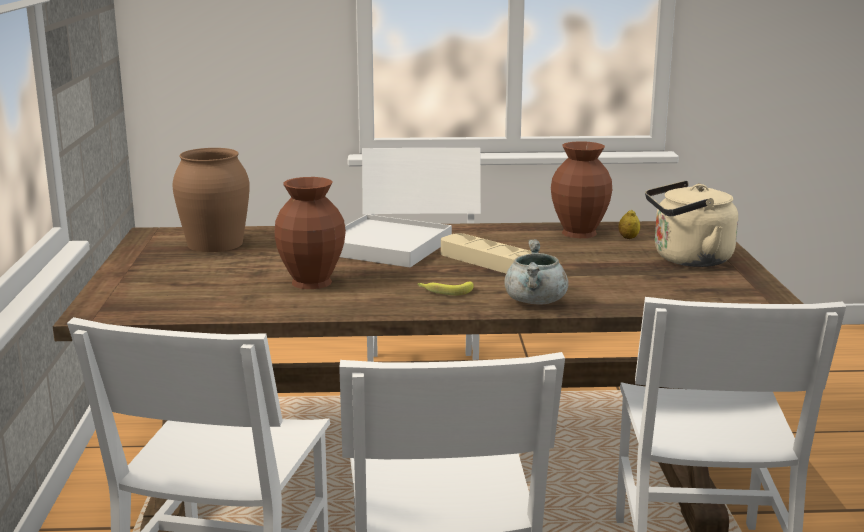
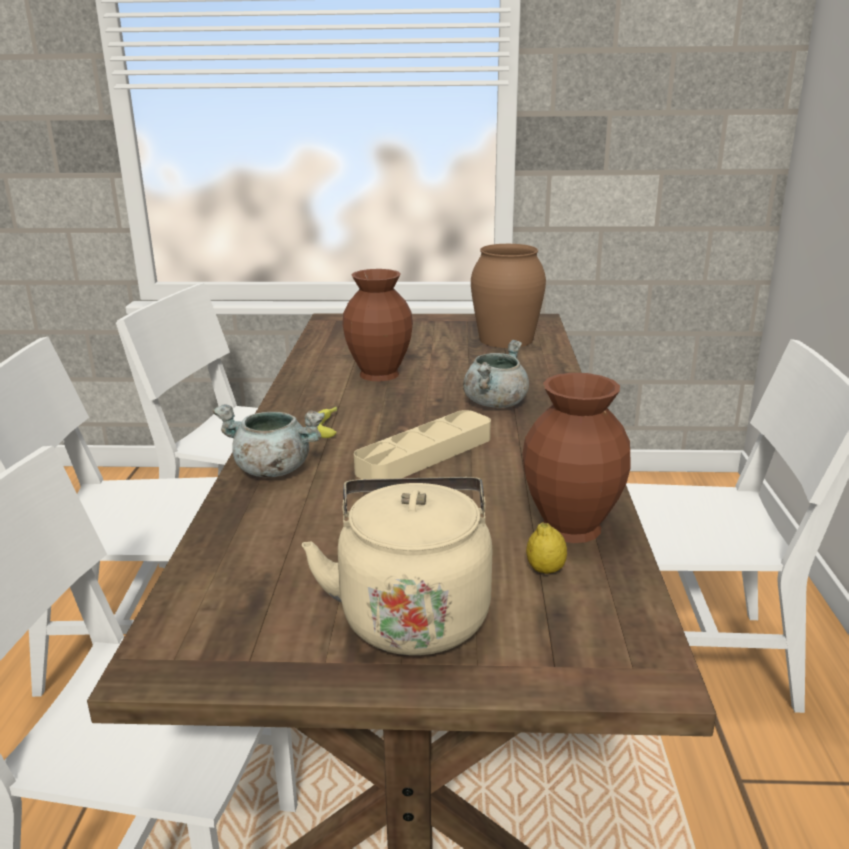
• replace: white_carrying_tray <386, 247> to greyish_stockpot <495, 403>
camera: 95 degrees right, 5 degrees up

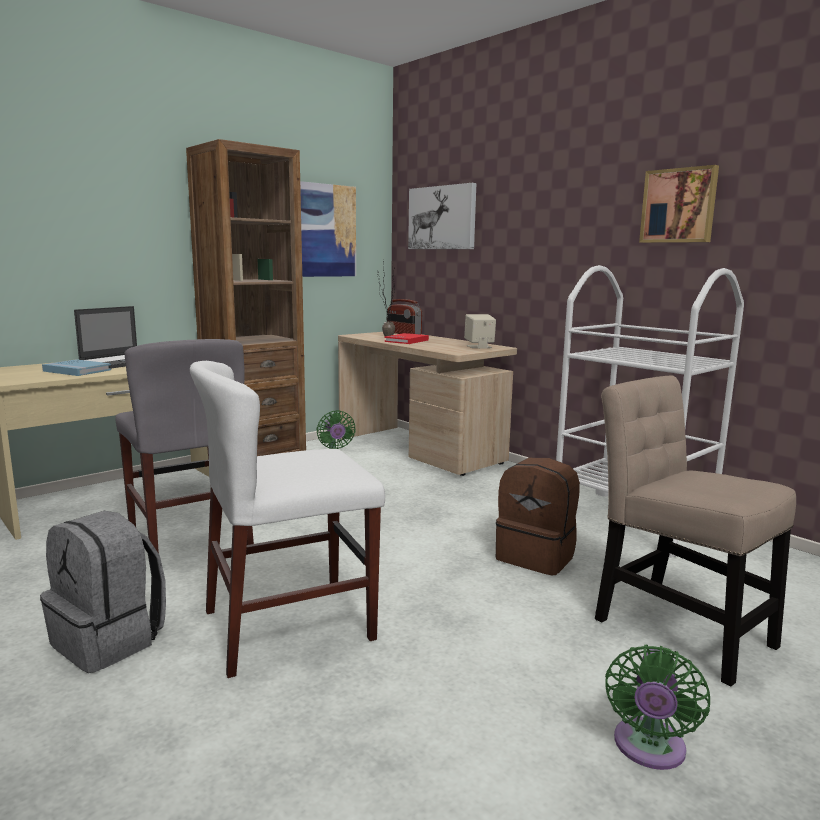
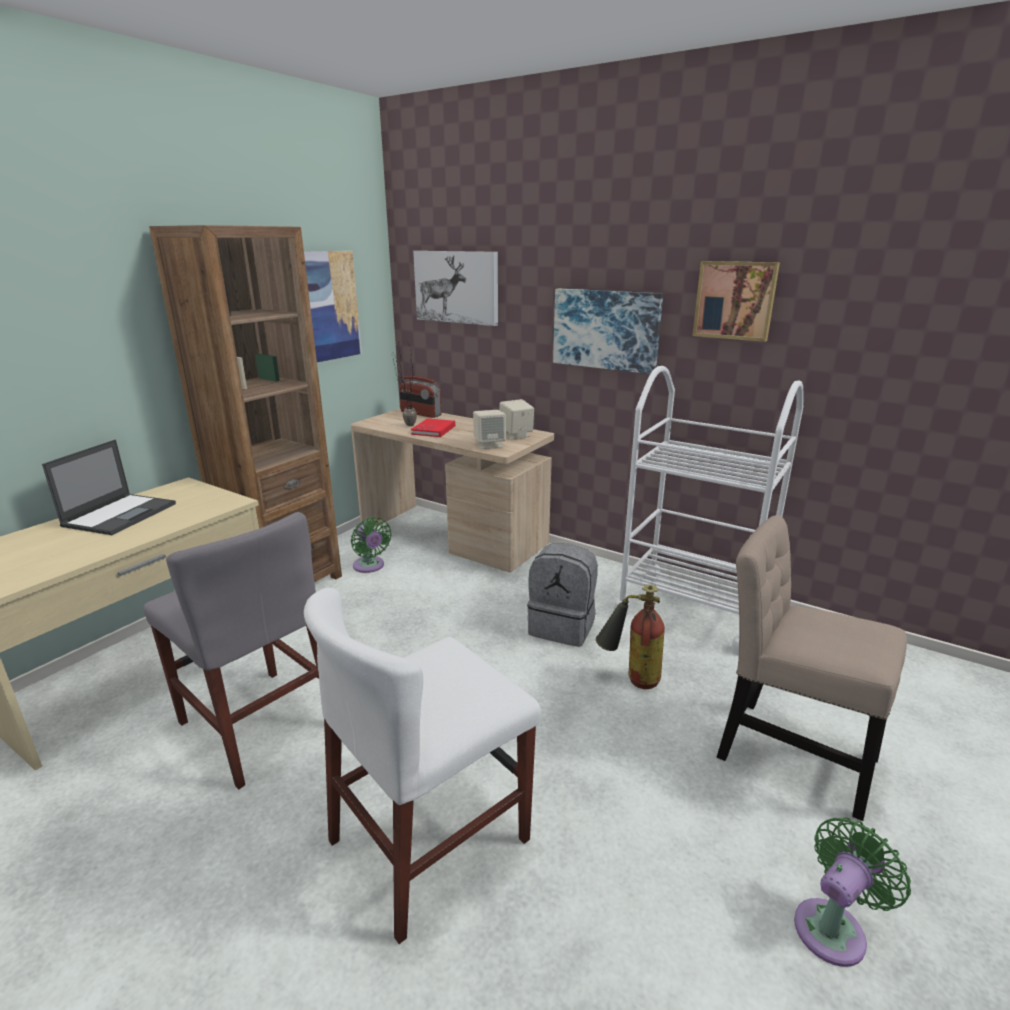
• delete: blue-coloured_bound_book <77, 370>
• replace: brownish_knapsack <537, 557> to fire_extinguisher <630, 679>
• move: greyish_knapsack <110, 640> to <562, 627>
• rotate: green-coloured_cooling_fan <648, 749> = <833, 927> 135 degrees counterclockwise
• insert: wall_art <606, 329>
• insert: sand-coloured_audio_speaker <489, 445>
camera: 15 degrees left, 10 degrees up

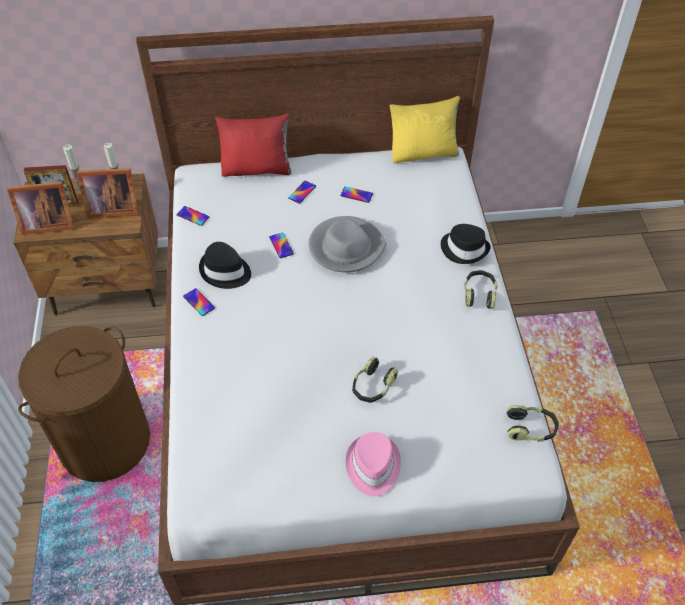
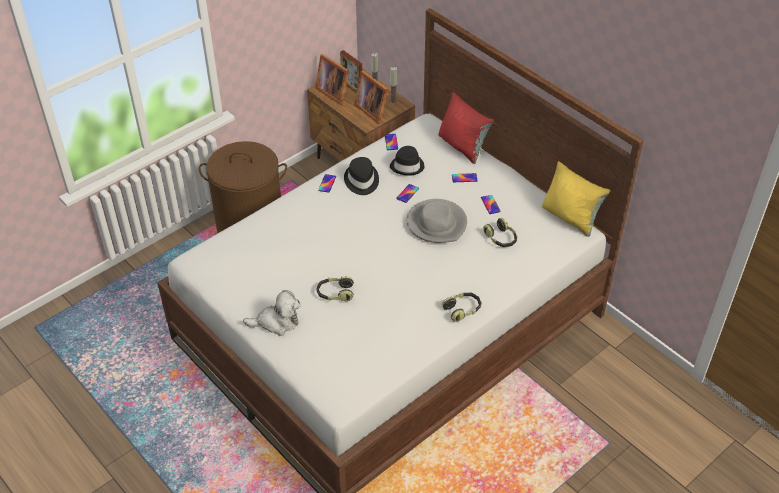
• move: blackish_wearable_hat <464, 249> to <407, 166>
• move: pair_of_headphones <530, 428> to <500, 238>
• replace: pink_wearable_hat <372, 466> to plush_toy <277, 322>
camera: 55 degrees right, 5 degrees down

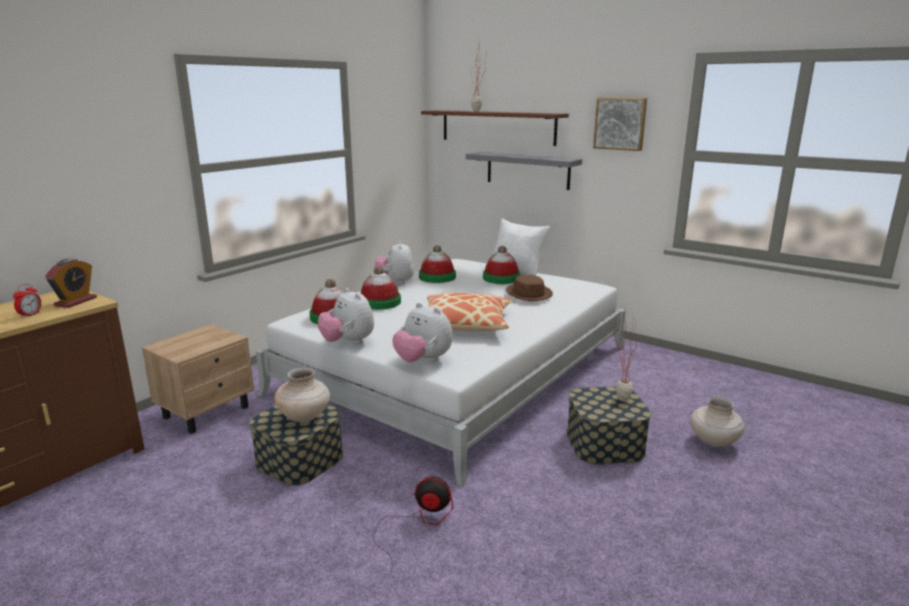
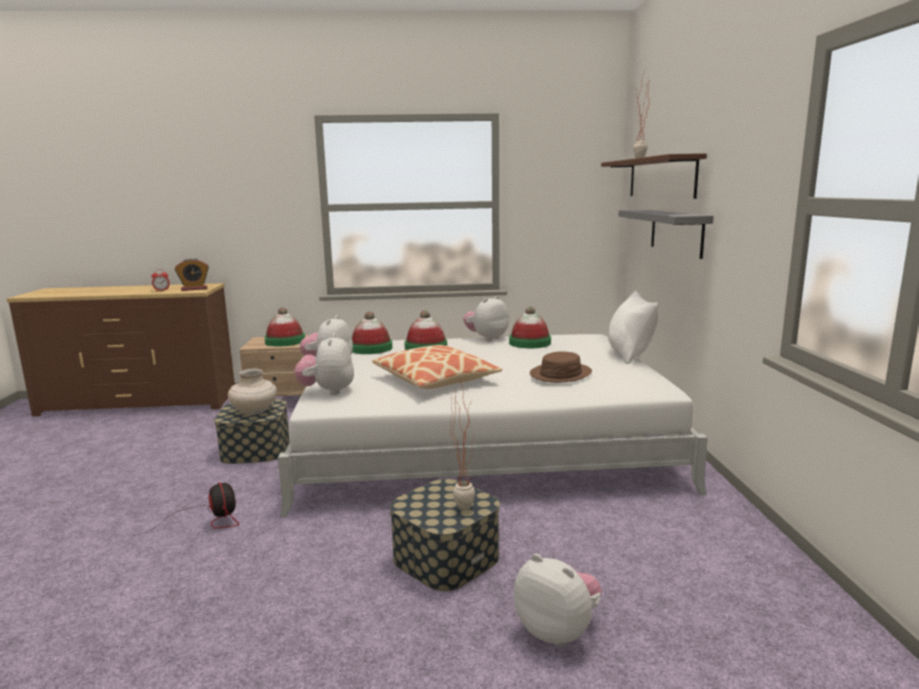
• delete: wall_art <620, 123>
• move: wearable_hat <501, 278> to <285, 341>
• replace: sand-coloured_flower_vase <714, 442> to plush_toy <557, 630>
camera: 50 degrees right, 5 degrees down

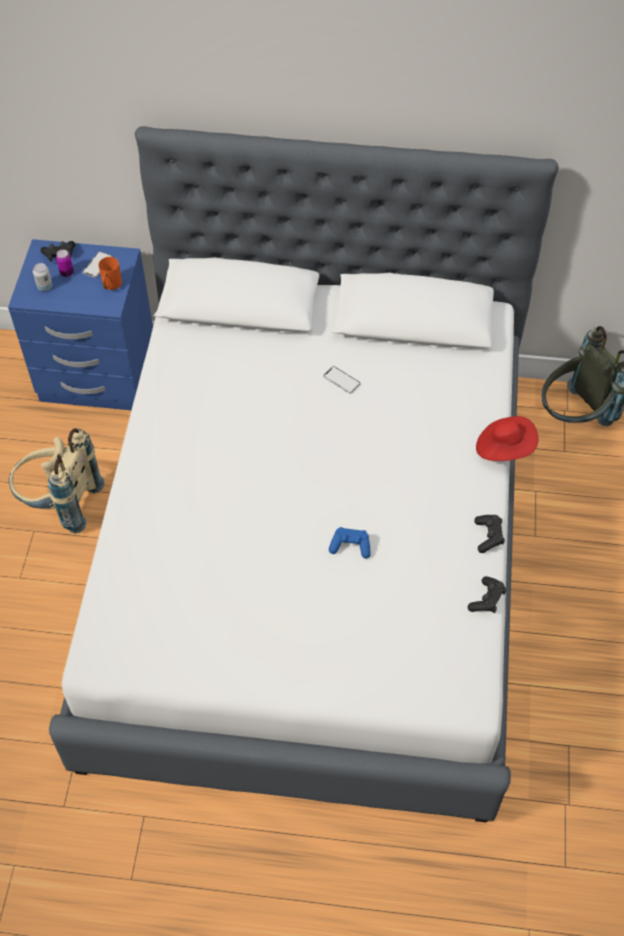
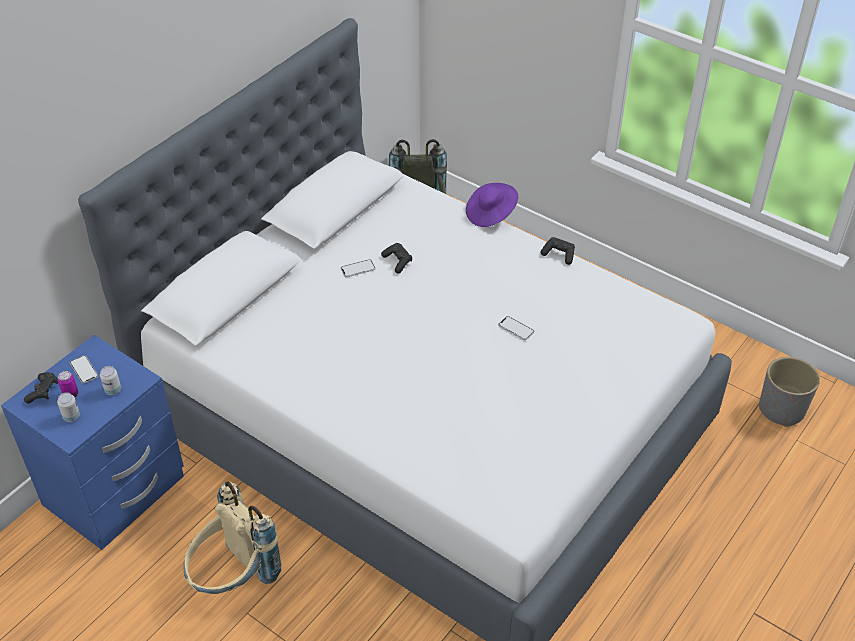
• delete: orange-coloured_mug <111, 286>
• recolor: reddish_wearable_hat <504, 448> to purple_wearable_hat <490, 214>
• replace: blue-coloured_game_controller <350, 546> to telephone <516, 328>
• move: blackish_game_controller <487, 600> to <397, 262>
• insert: greyish_planter <782, 409>
• insert: sealed_can <113, 390>
camera: 60 degrees left, 10 degrees down

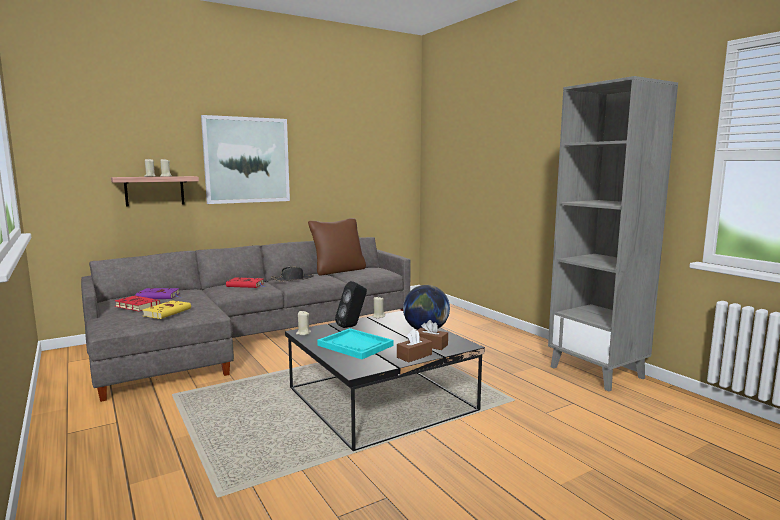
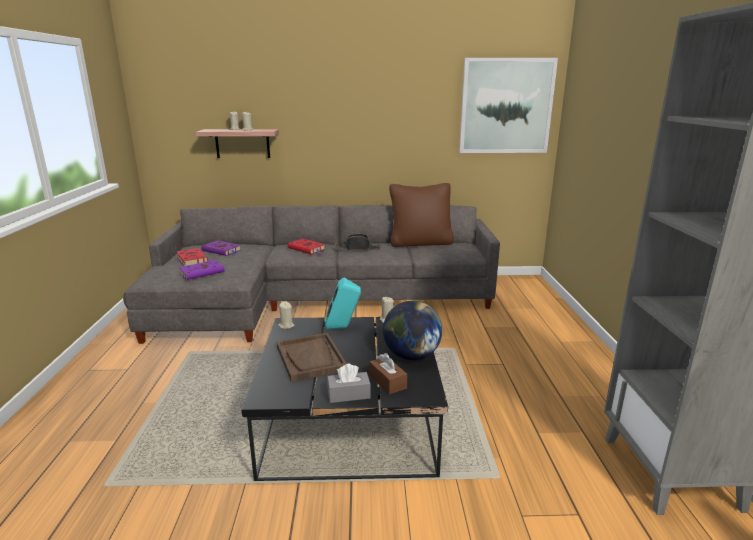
• move: wall_art <247, 160> to <506, 106>
• recolor: blackish_audio_speaker <352, 326> to turquoise-coloured_audio_speaker <343, 328>
• recolor: yellow_bound_book <168, 312> to purple_bound_book <203, 272>
• recolor: turquoise-coloured_carrying_tray <355, 345> to brownish_carrying_tray <310, 358>
• recolor: brownish_tissue_box <414, 356> to greyish_tissue_box <348, 394>
camera: 30 degrees right, 10 degrees up

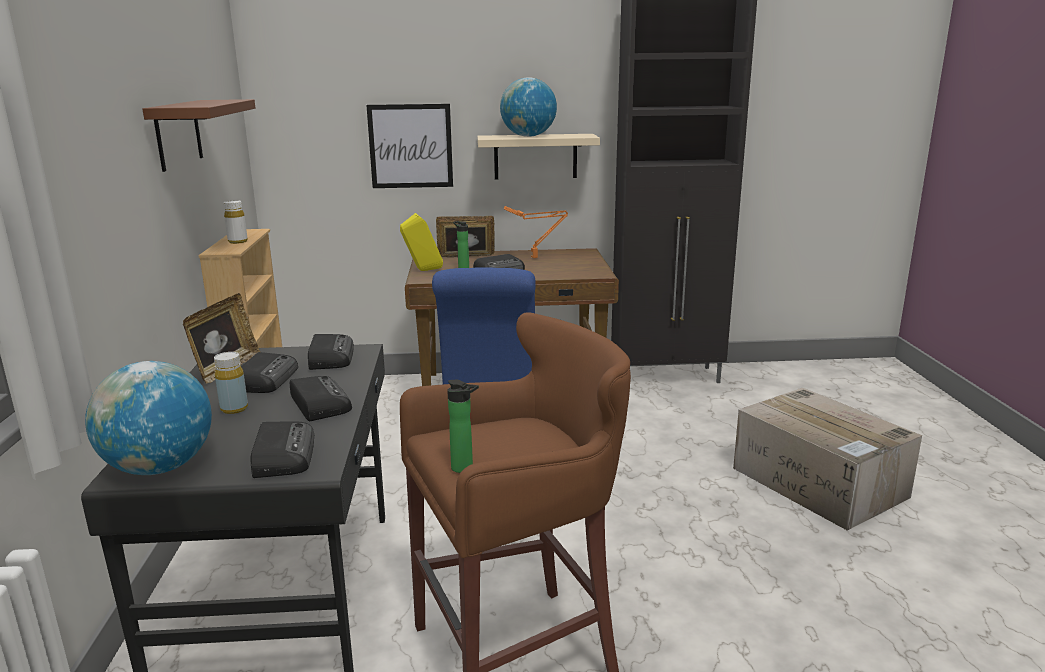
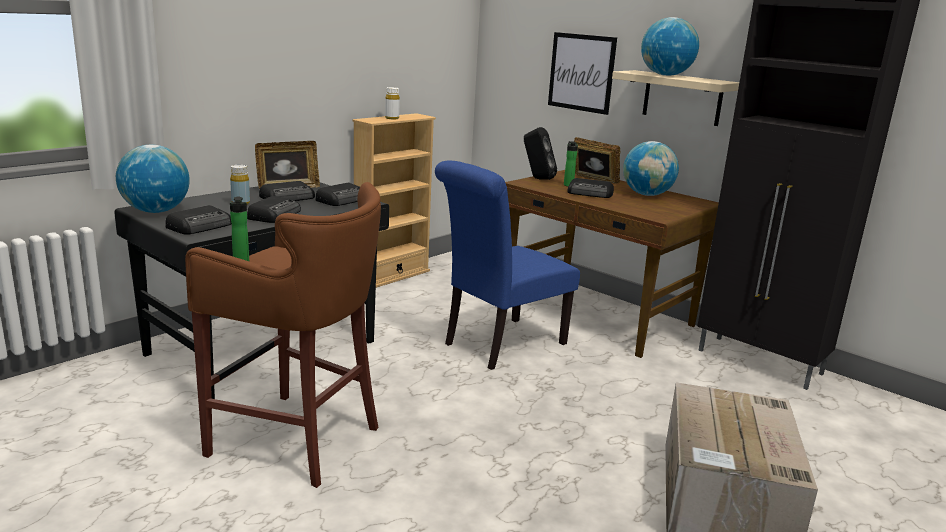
• delete: brownish_shelf <178, 134>
• replace: orange-coloured_table_lamp <536, 258> to world_globe <647, 195>
• recolor: yellow_audio_speaker <422, 270> to blackish_audio_speaker <537, 178>
camera: 45 degrees right, 0 degrees up

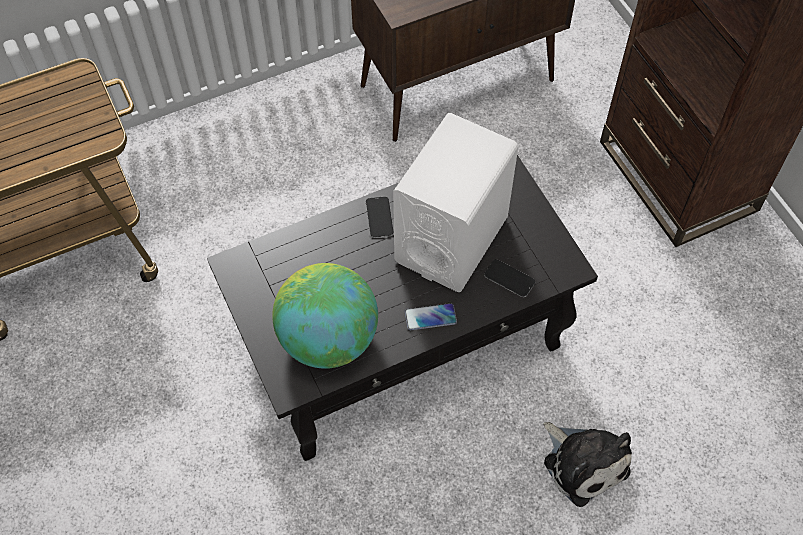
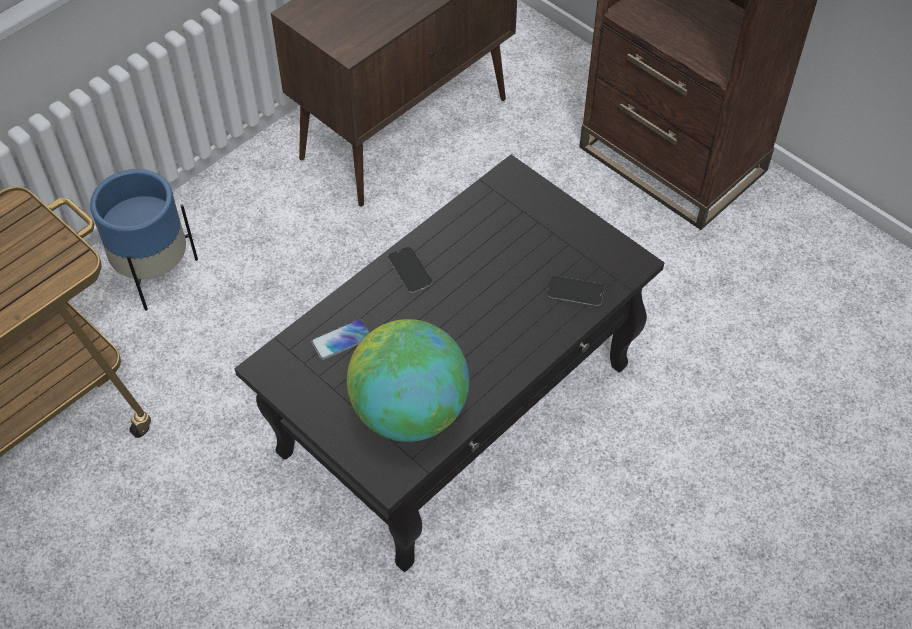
• delete: white_audio_speaker <451, 239>
• move: telephone <430, 317> to <341, 340>
• delete: plush_toy <583, 462>
• insert: blue-coloured_planter <155, 274>
camera: 20 degrees left, 5 degrees down

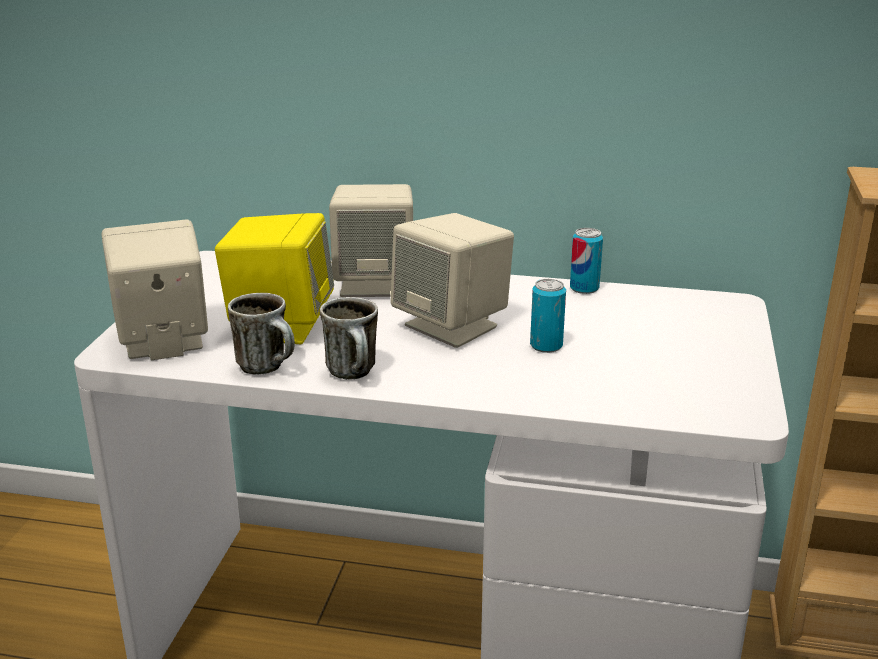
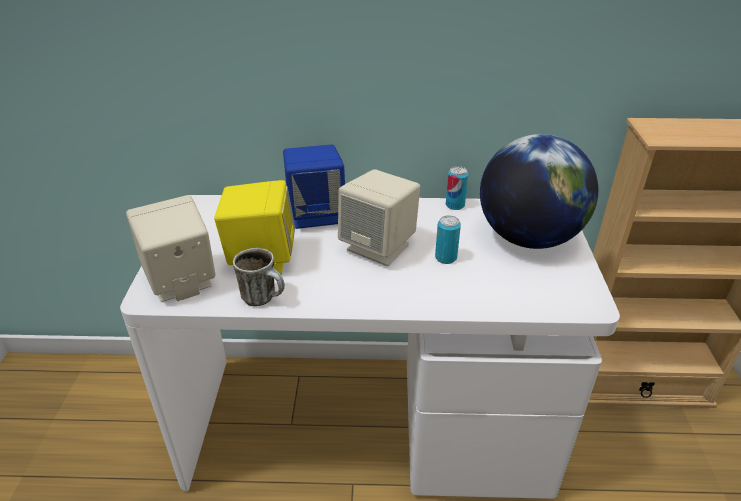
• recolor: sand-coloured_audio_speaker <375, 284> to blue-coloured_audio_speaker <316, 215>
• delete: mug <355, 375>
• insert: world_globe <528, 238>
camera: 10 degrees left, 10 degrees up

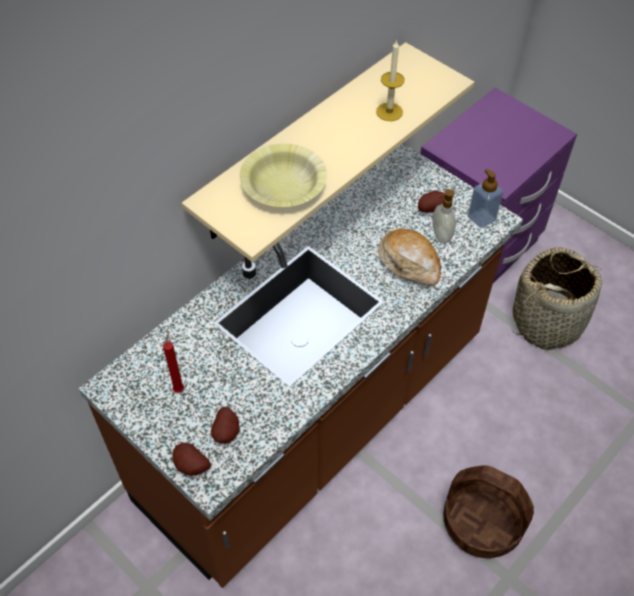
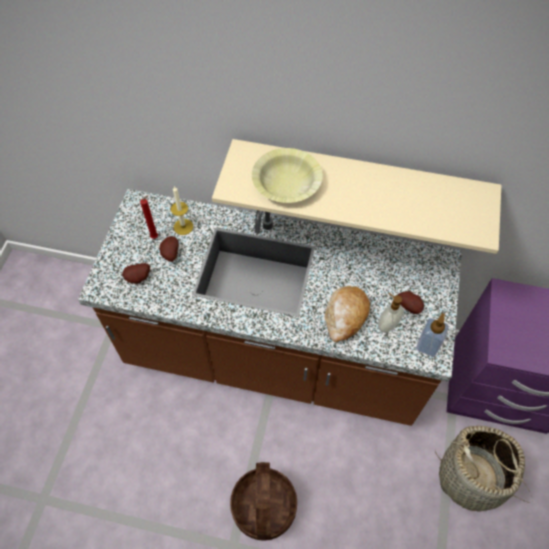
• move: wax_light <389, 112> to <183, 227>
• move: potato <190, 467> to <169, 254>
camera: 60 degrees right, 5 degrees up

